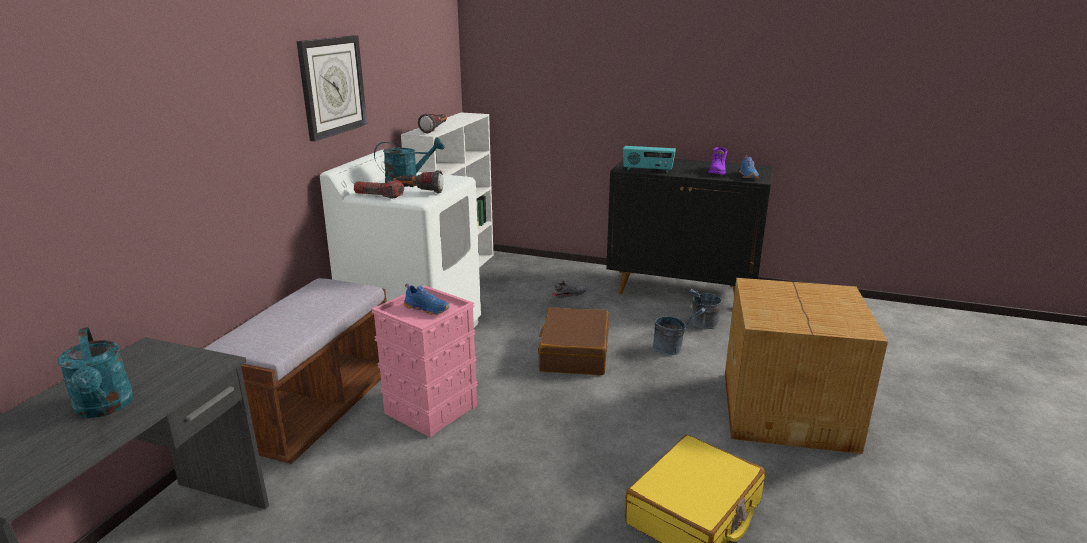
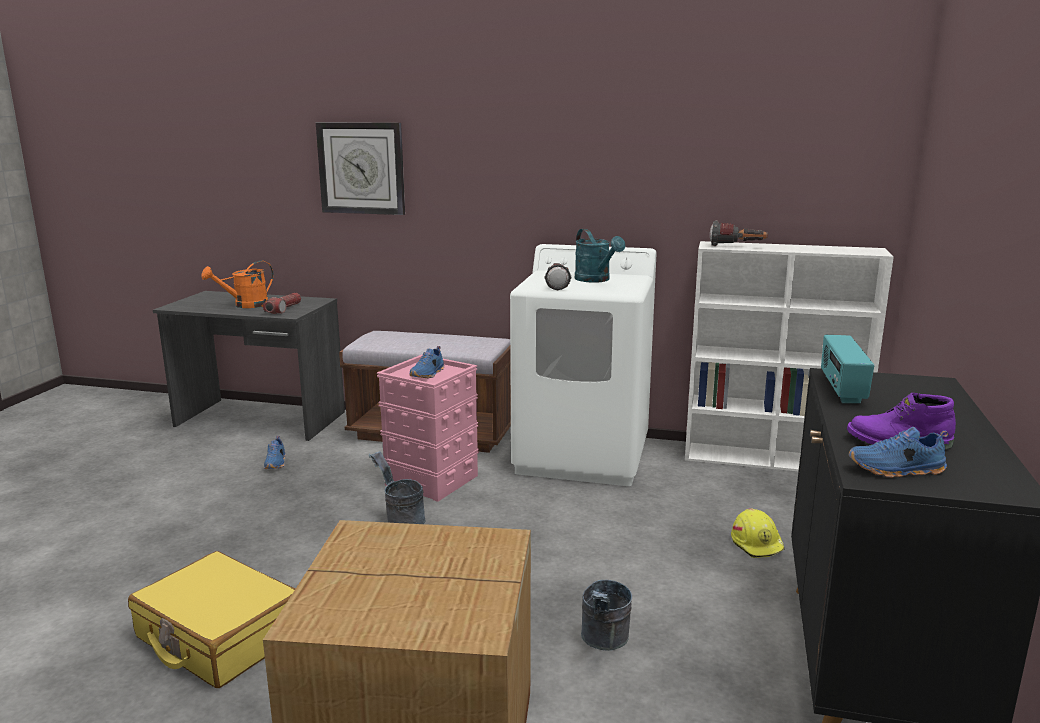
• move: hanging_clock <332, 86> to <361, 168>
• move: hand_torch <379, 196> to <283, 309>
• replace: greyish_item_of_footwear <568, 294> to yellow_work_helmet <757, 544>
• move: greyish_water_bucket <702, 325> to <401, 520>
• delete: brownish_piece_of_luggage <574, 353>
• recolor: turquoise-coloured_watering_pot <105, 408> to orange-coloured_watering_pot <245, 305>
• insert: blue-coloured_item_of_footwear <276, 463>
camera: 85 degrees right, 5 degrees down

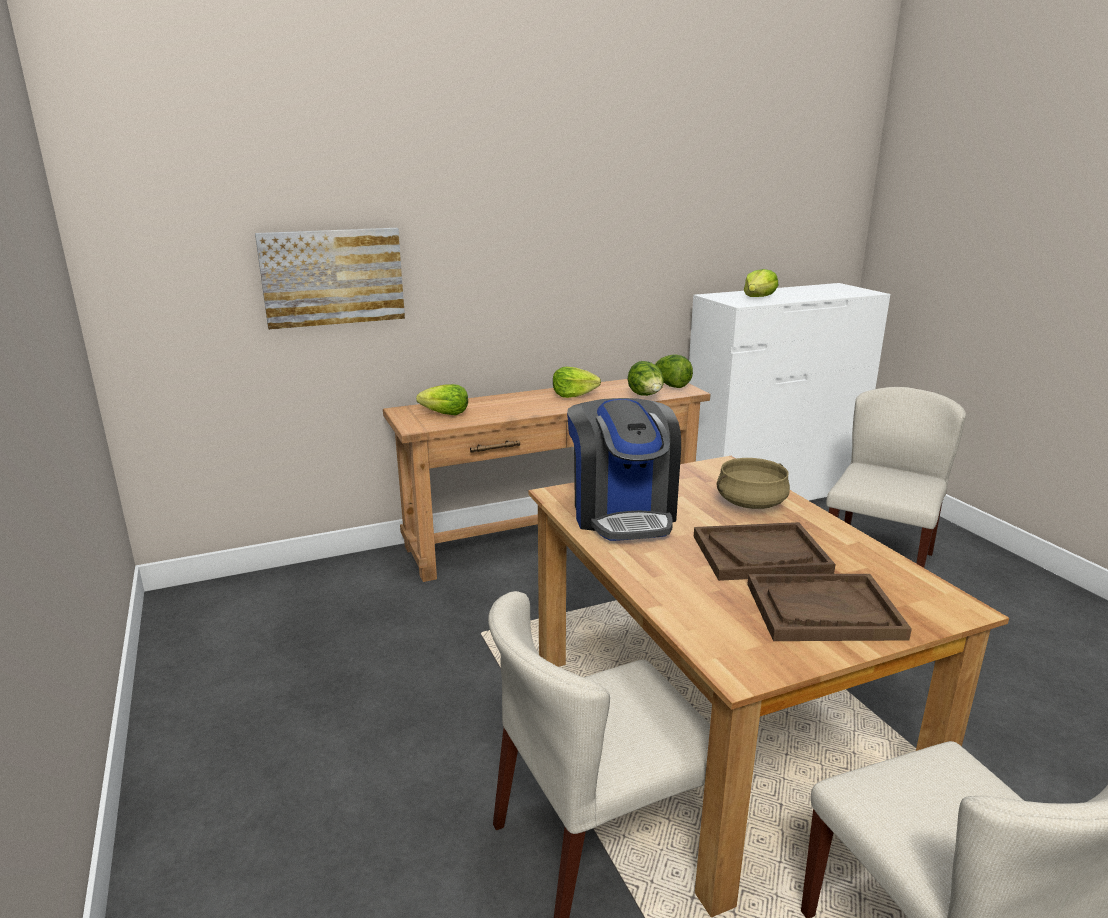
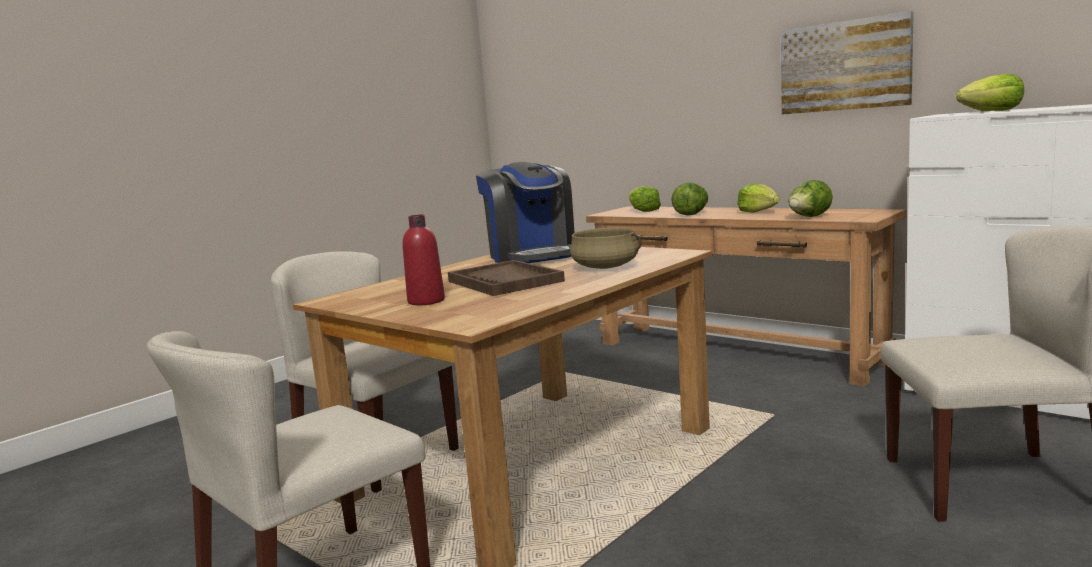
• move: wall_art <332, 277> to <844, 66>
• move: head_of_lettuce <671, 385> to <691, 214>
• rotate: coffee_maker <622, 513> = <531, 255> 75 degrees counterclockwise
• replace: brownish_carrying_tray <823, 611> to reddish_drink_bottle <426, 301>
camera: 65 degrees right, 10 degrees down

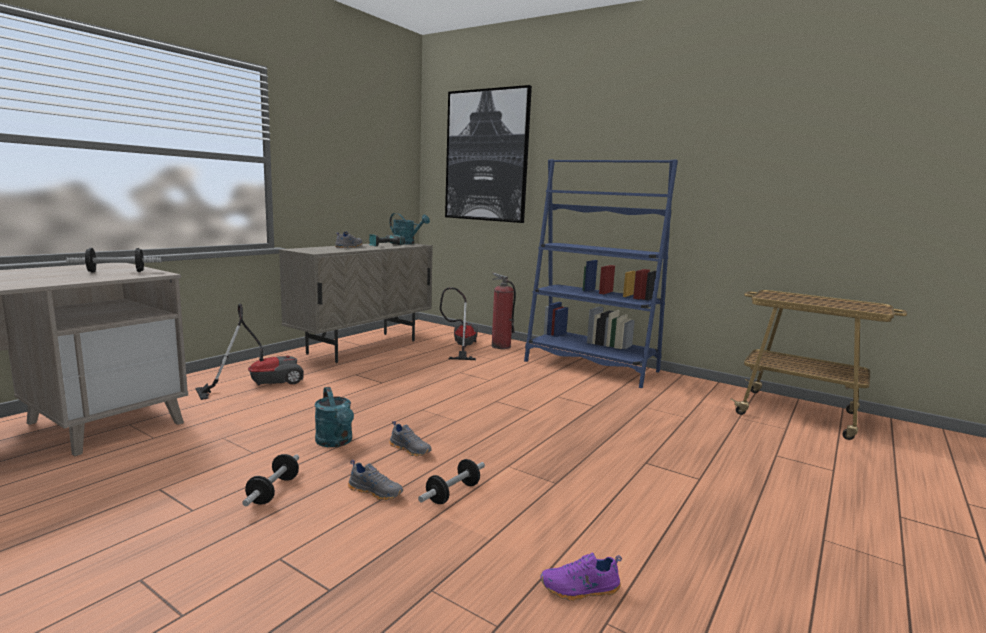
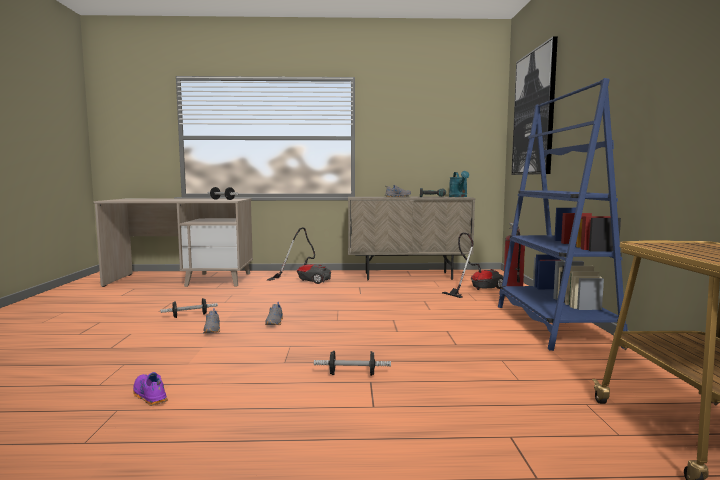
• delete: turquoise-coloured_watering_pot <336, 442>
• move: free_weight <453, 493> to <352, 374>
camera: 55 degrees right, 5 degrees down

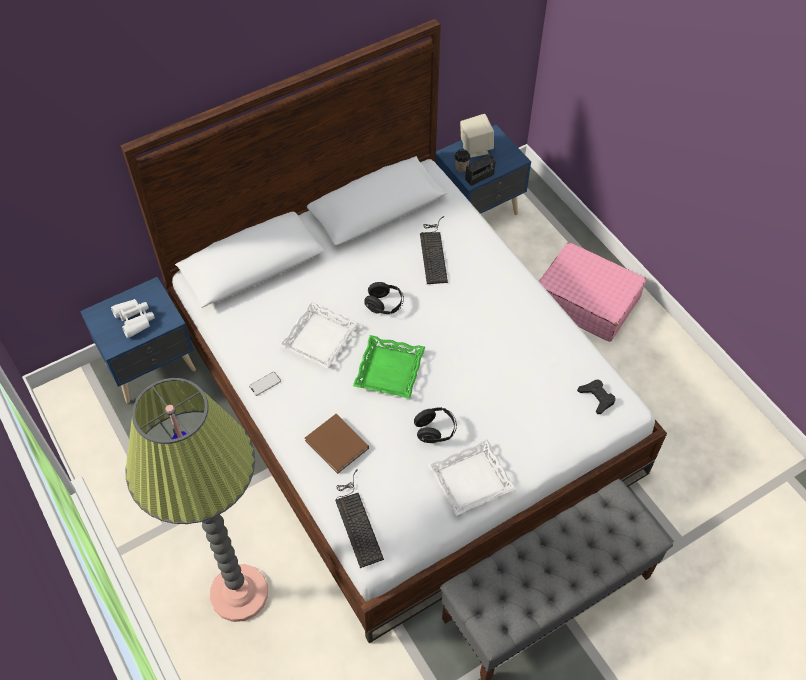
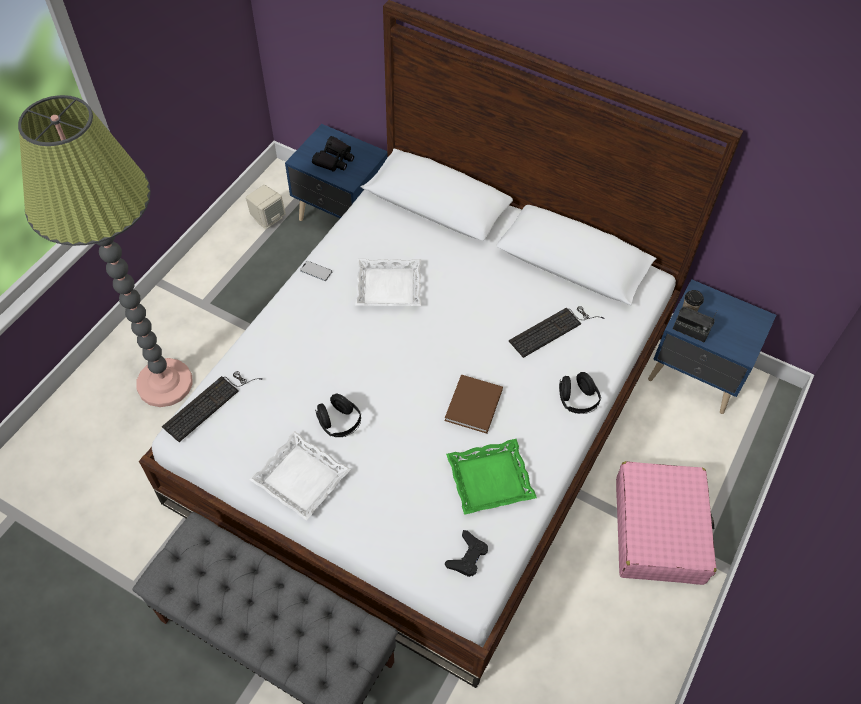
• move: sand-coloured_audio_speaker <475, 148> to <268, 218>
• move: blackish_pair_of_headphones <384, 305> to <577, 400>
• recolor: white_pair_of_binoculars <134, 320> to blackish_pair_of_binoculars <334, 159>
• move: green-coloured_carrying_tray <389, 370> to <490, 479>
• move: brownish_bound_book <338, 445> to <473, 406>
camera: 60 degrees right, 0 degrees up

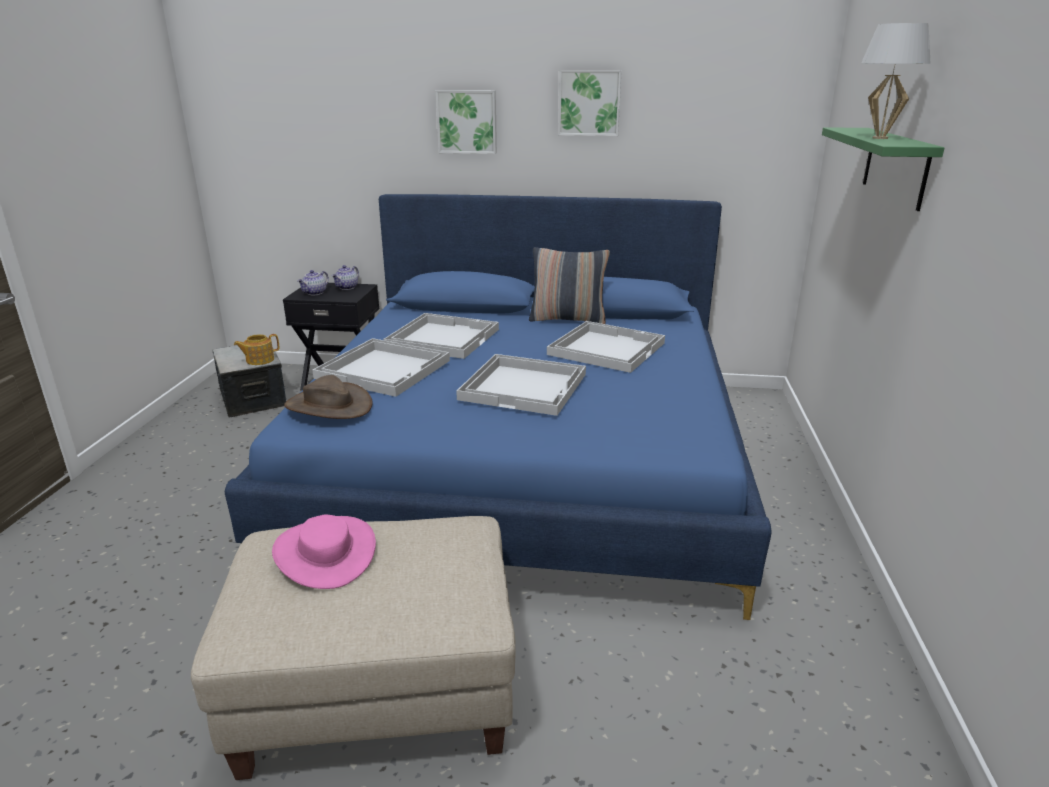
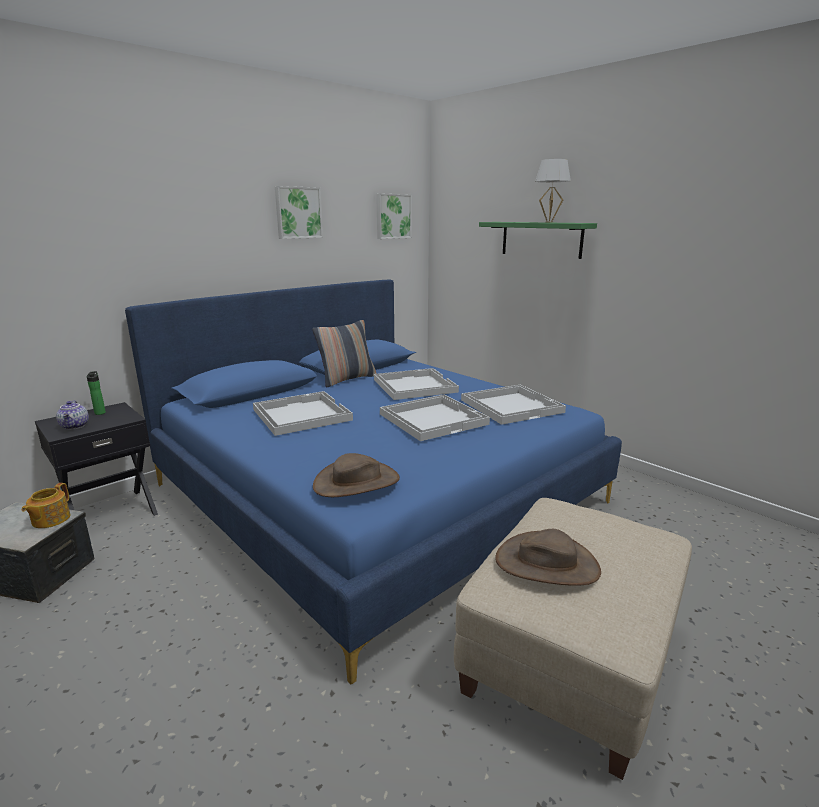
• move: wall_art <467, 122> to <392, 216>
• replace: teapot <347, 288> to drink_bottle <100, 412>
• move: white_carrying_tray <385, 369> to <511, 405>
• recolor: pink_wearable_hat <325, 553> to brownish_wearable_hat <547, 564>
camera: 50 degrees left, 5 degrees down

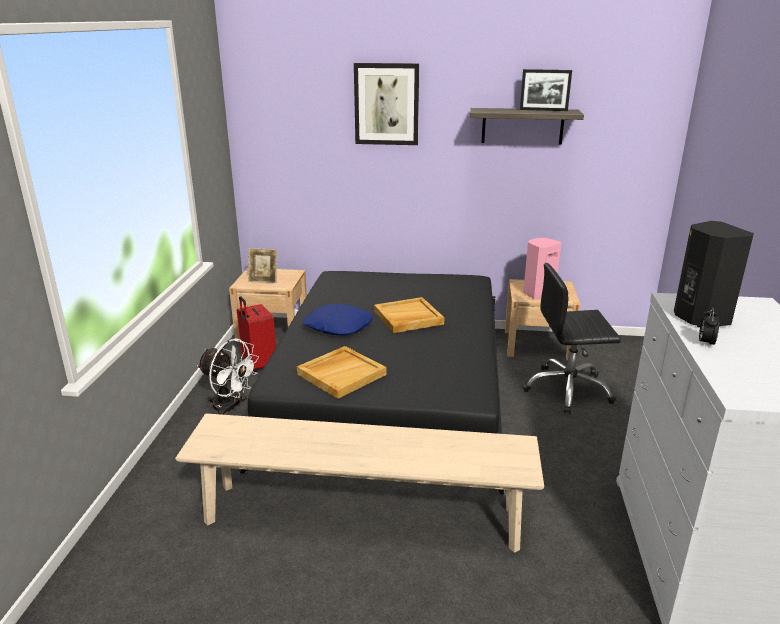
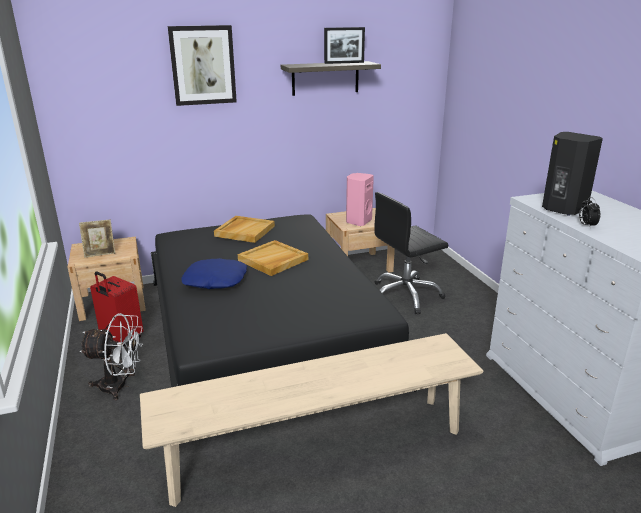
• move: sand-coloured_carrying_tray <341, 374> to <244, 231>
camera: 25 degrees left, 0 degrees up

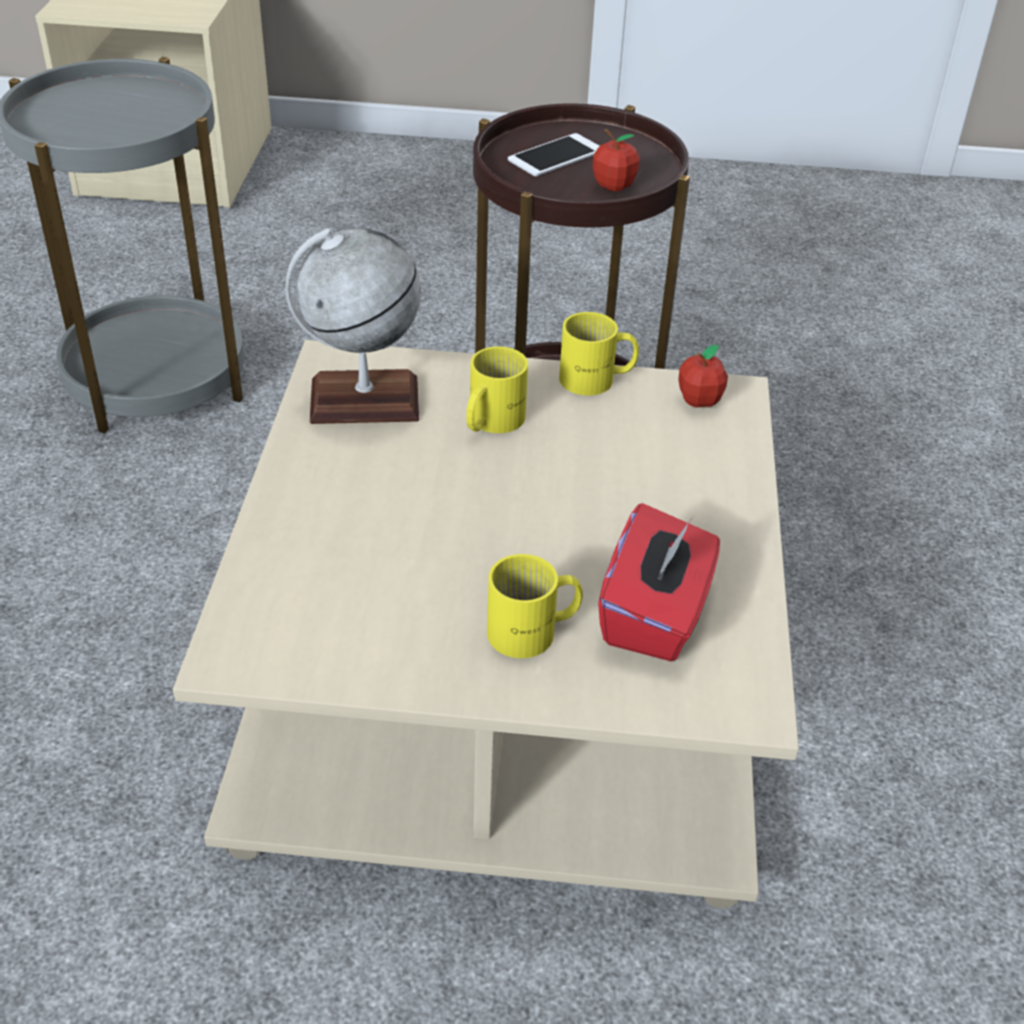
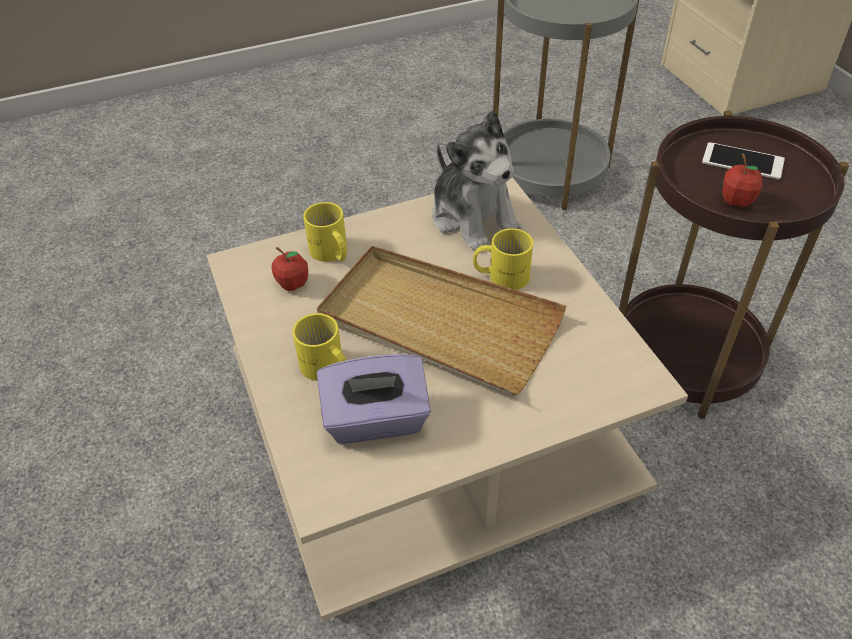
• replace: world_globe <364, 400> to plush_toy <474, 218>
• move: yellow_mug <597, 380> to <330, 254>
• move: whole_apple <699, 400> to <293, 284>
• recolor: reddish_tissue_box <655, 615> to purple_tissue_box <376, 420>
• insert: sand-coloured_carrying_tray <438, 323>
camera: 65 degrees right, 5 degrees up

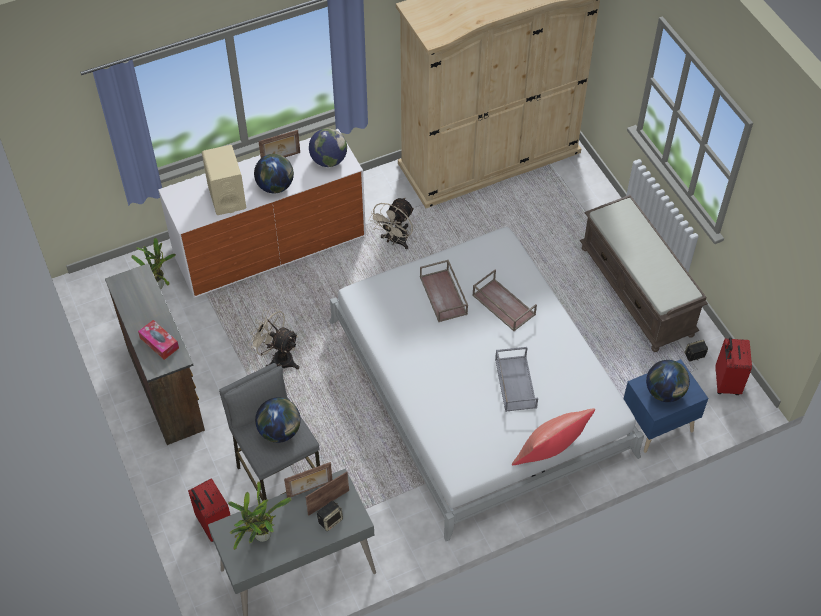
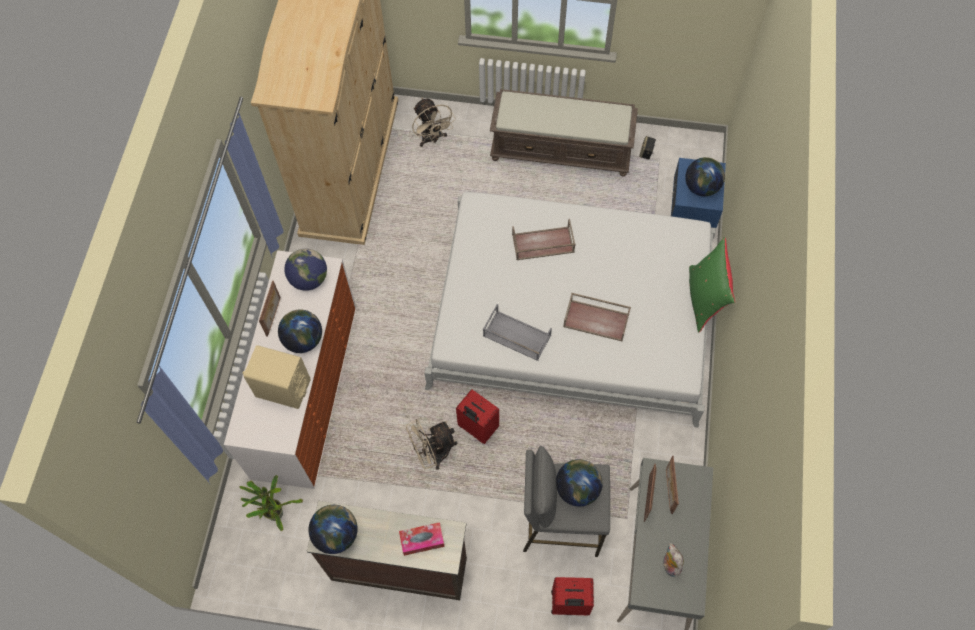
• move: sand-coloured_cooling_fan <395, 241> to <432, 139>
• move: brownish_carrying_tray <444, 295> to <597, 320>
• move: reddish_piece_of_luggage <726, 382> to <477, 428>
• move: greyish_carrying_tray <514, 383> to <516, 336>
• recolor: reddish_cushion <550, 453> to green-coloured_cushion <705, 298>
• replace: plant_in_a_pot <260, 536> to plush_toy <669, 565>
• delete: audio_speaker <330, 520>
• insert: world_globe <336, 534>
camera: 55 degrees left, 10 degrees up

